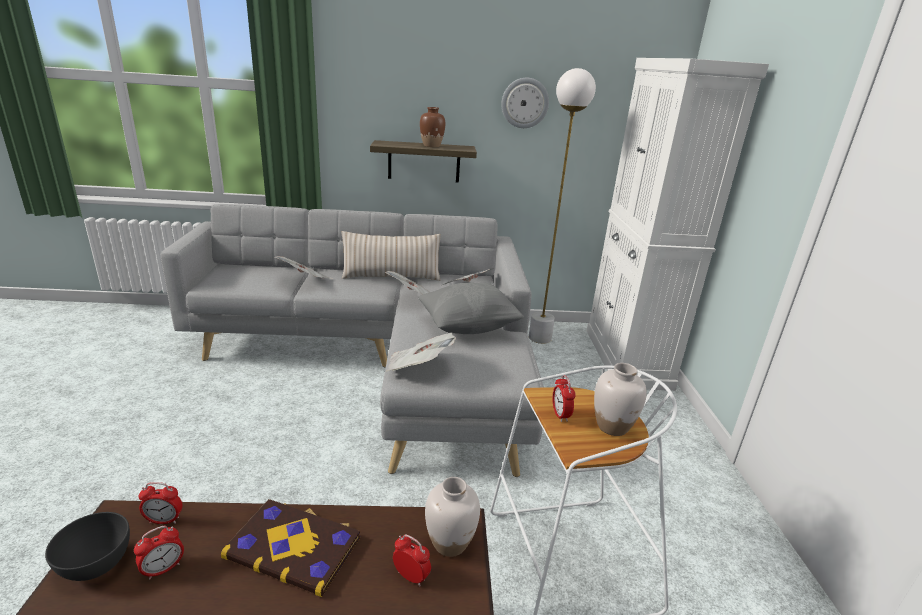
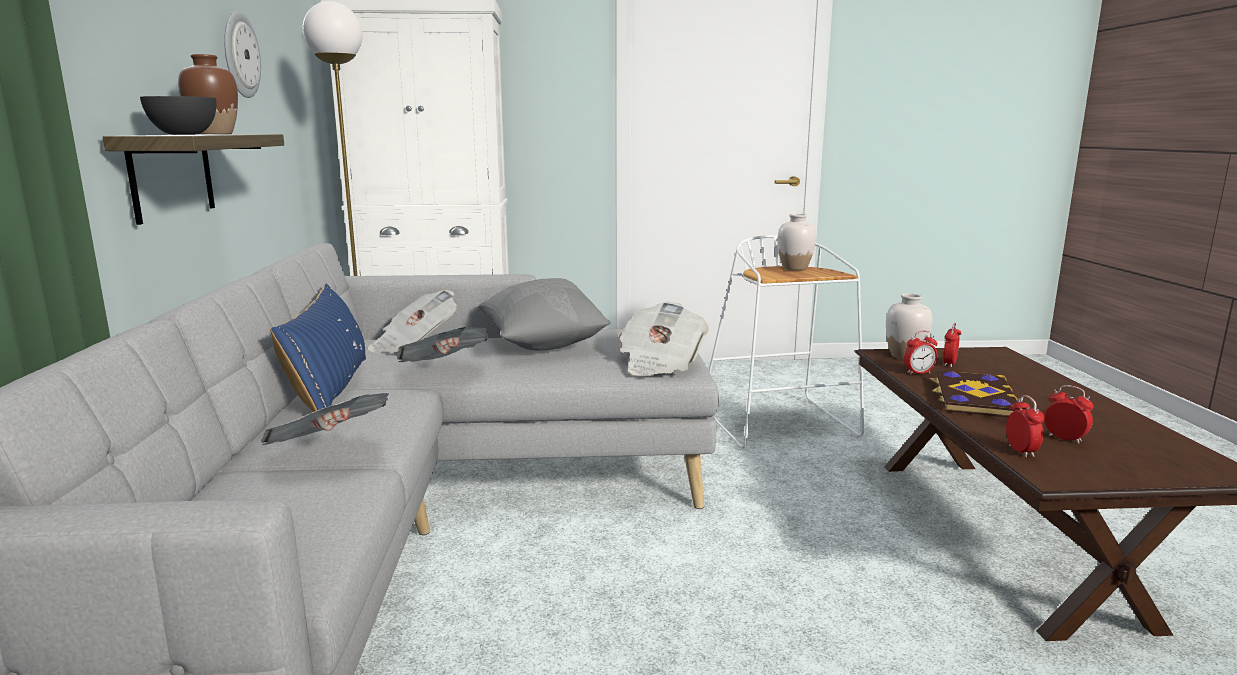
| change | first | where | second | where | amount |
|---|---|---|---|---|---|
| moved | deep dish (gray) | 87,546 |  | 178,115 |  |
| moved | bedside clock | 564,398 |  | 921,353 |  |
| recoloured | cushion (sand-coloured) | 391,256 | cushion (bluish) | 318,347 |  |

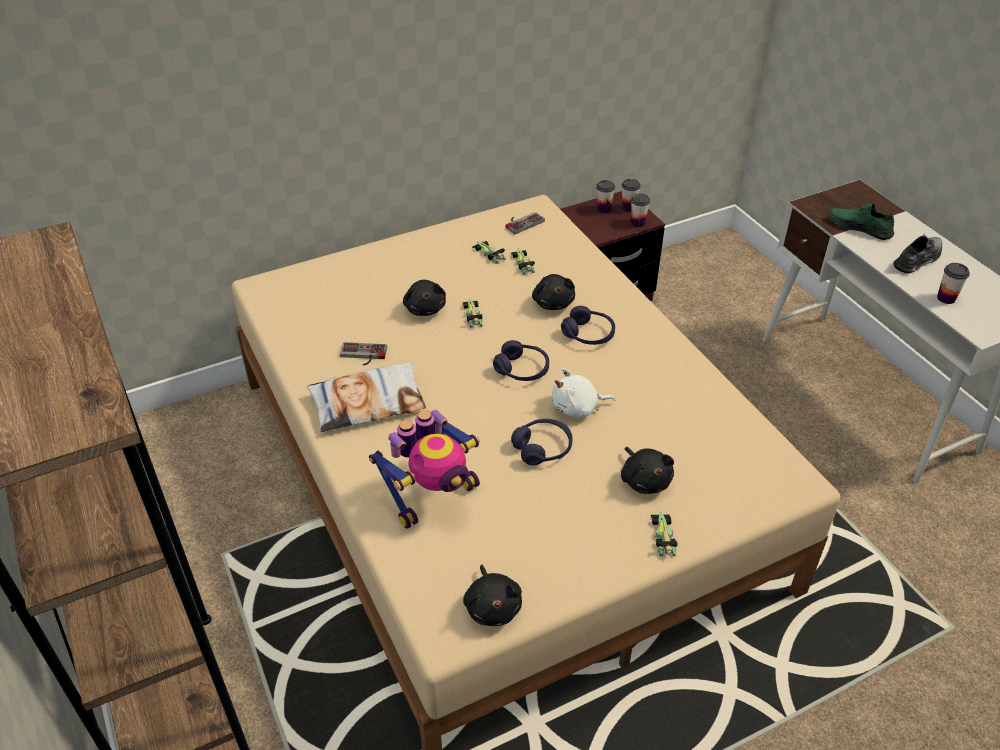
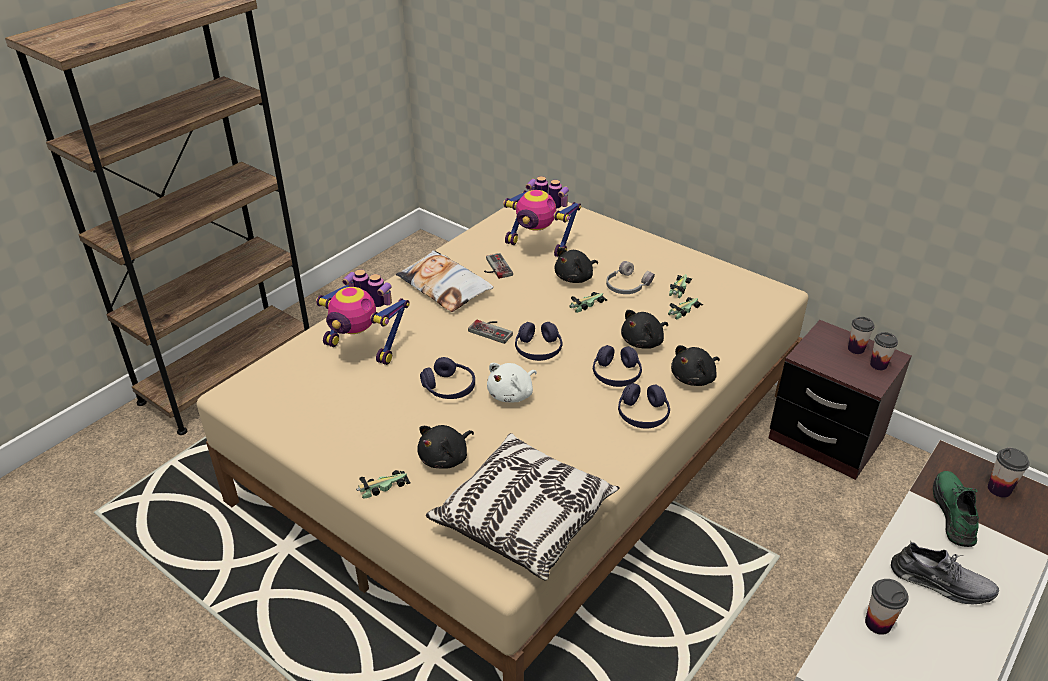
| change | first | where | second | where | amount |
|---|---|---|---|---|---|
| added |  |  | cushion | 523,506 |  |
| added |  |  | model robot | 542,216 |  |
| added |  |  | headphones (gray) | 630,277 |  |
| added |  |  | headphones (purplish) | 644,405 |  |
| moved | soft toy (black) | 492,595 |  | 695,365 |  |
| moved | gamepad | 525,223 |  | 490,332 |  |
| moved | small cup | 640,210 |  | 1009,473 |  |
| turned | soft toy (white) | 584,392 |  | 512,382 | 105 degrees counterclockwise |

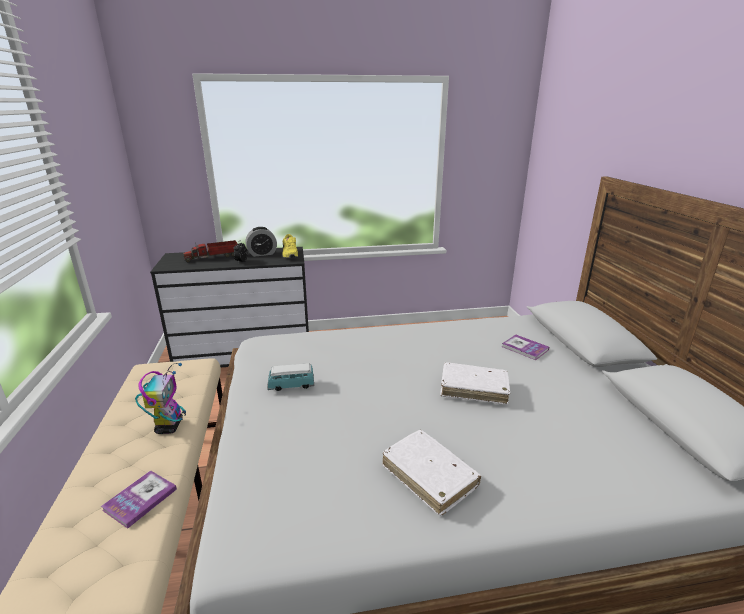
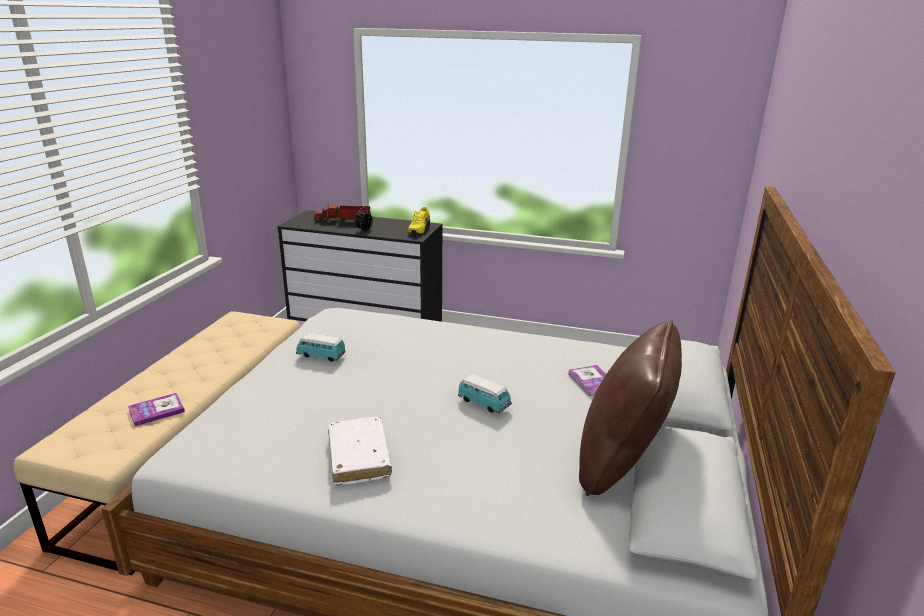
| change | first | where | second | where | amount |
|---|---|---|---|---|---|
| removed | model robot | 160,398 |  |  |  |
| removed | bedside clock | 261,242 |  |  |  |
| added |  |  | cushion (brownish) | 630,408 |  |
| replaced | bound book (white) | 475,384 | miniature car | 485,393 |  |

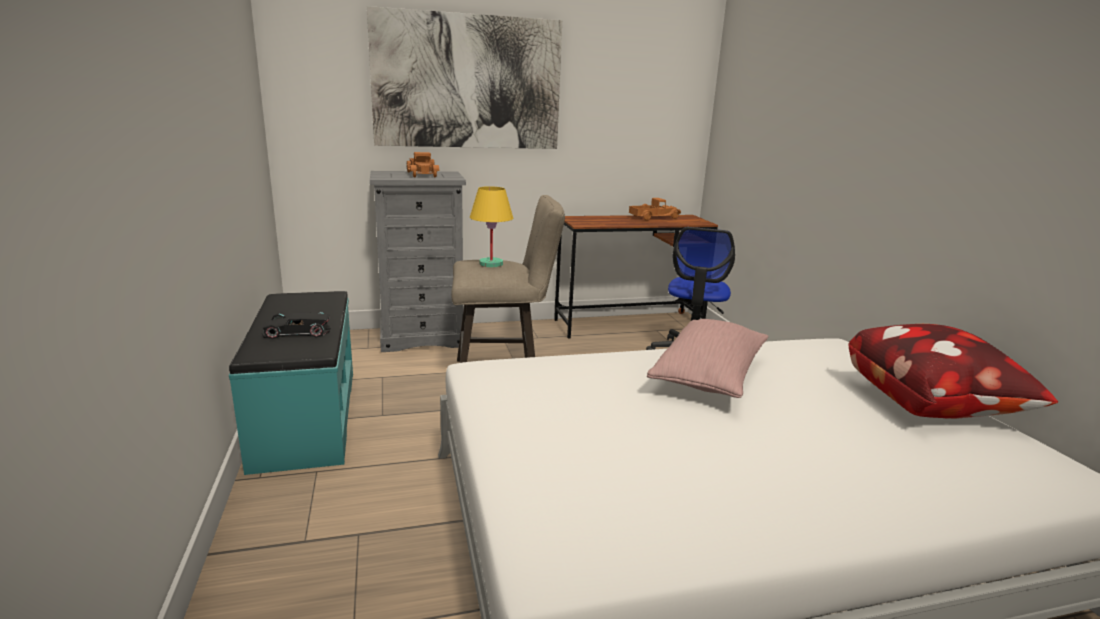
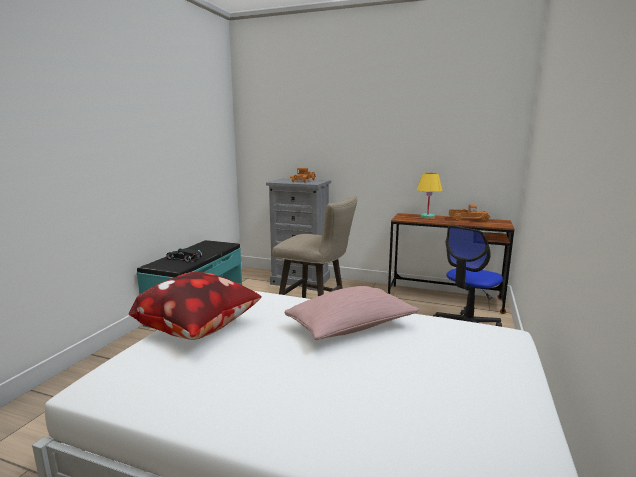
| change | first | where | second | where | amount |
|---|---|---|---|---|---|
| removed | wall picture | 464,77 |  |  |  |
| moved | table lamp (yellowish) | 491,226 |  | 429,196 |  |
| moved | cushion | 953,371 |  | 195,306 |  |

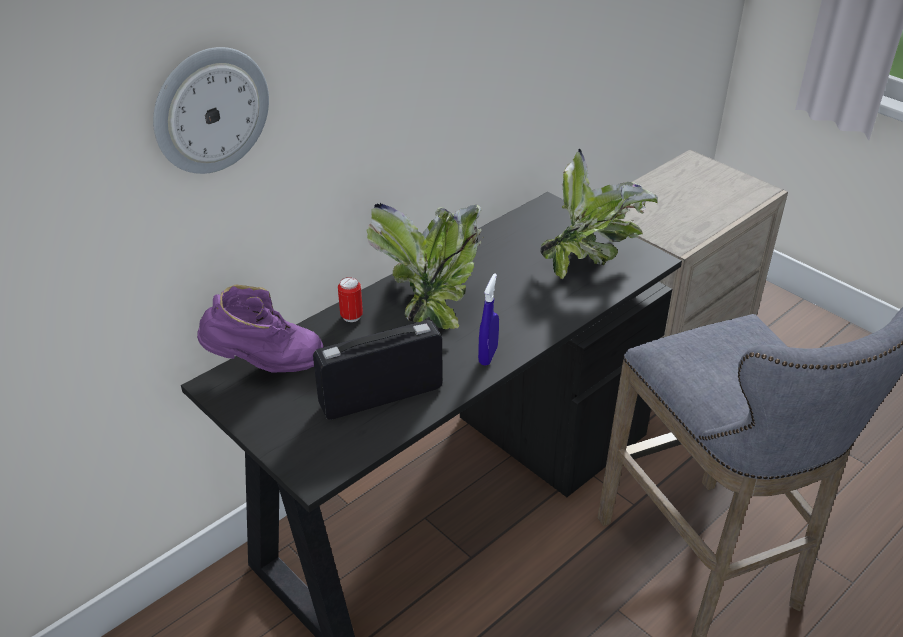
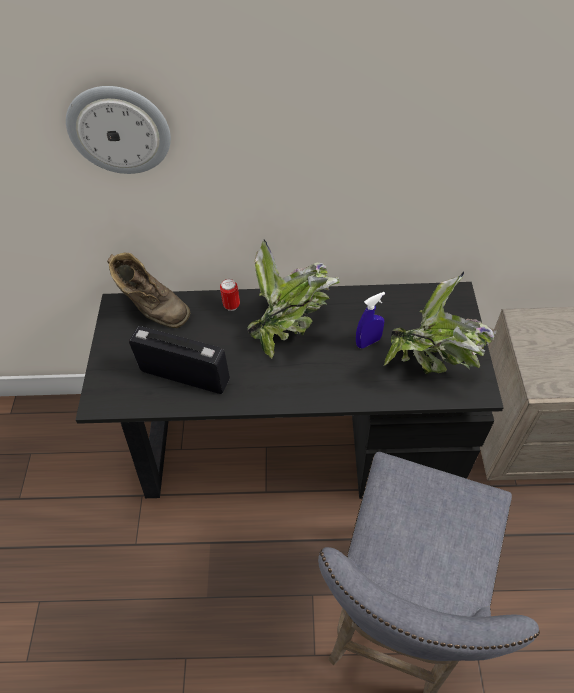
| change | first | where | second | where | amount |
|---|---|---|---|---|---|
| moved | sprayer (bluish) | 488,319 |  | 370,320 |  |
| recoloured | high-top boot (purplish) | 260,329 | high-top boot (brownish) | 148,290 |  |

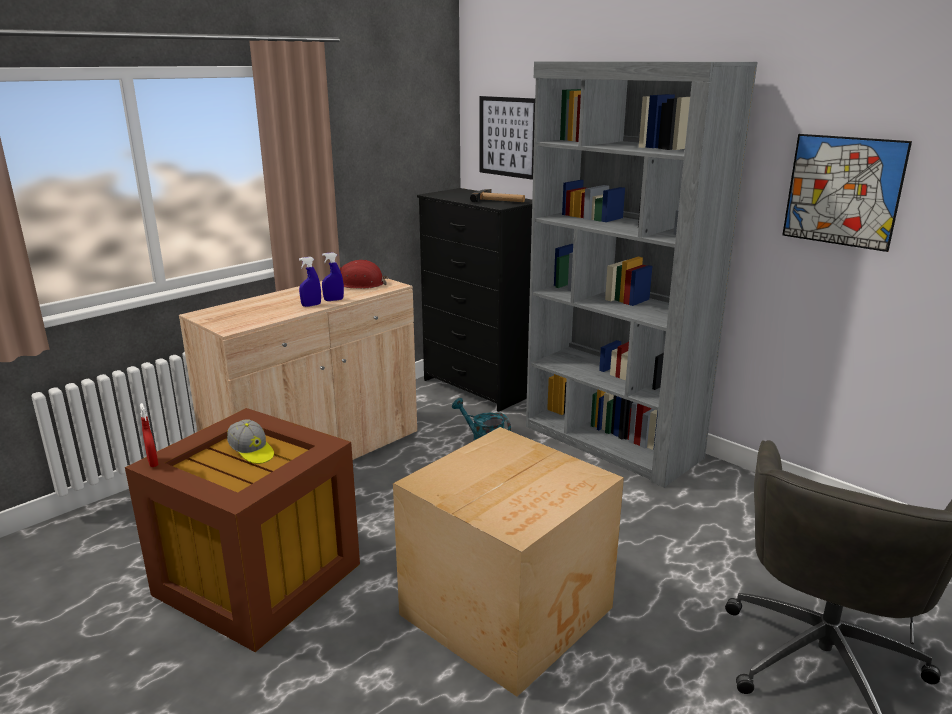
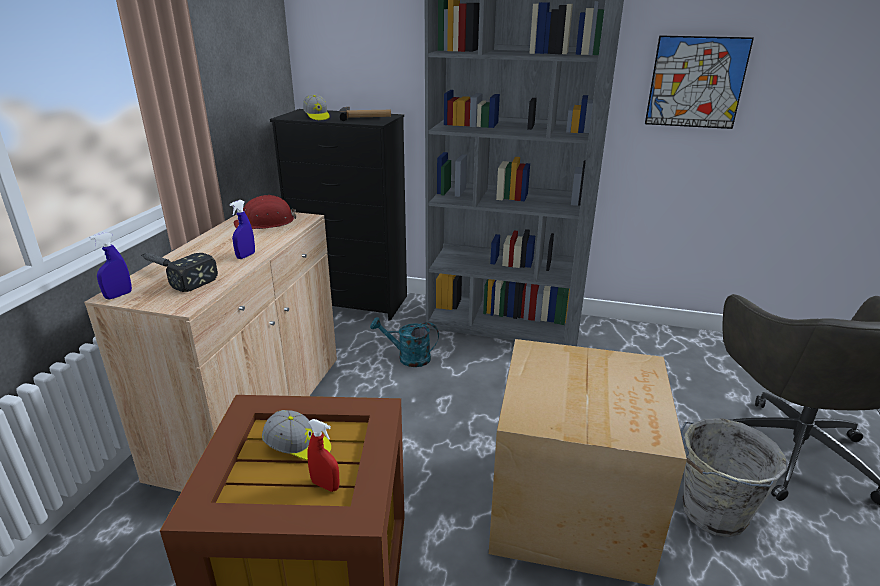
| change | first | where | second | where | amount |
|---|---|---|---|---|---|
| removed | wall picture | 507,138 |  |  |  |
| added |  |  | hand hammer | 179,272 |  |
| added |  |  | baseball cap | 316,107 |  |
| added |  |  | bucket (gray) | 733,477 |  |
| moved | sprayer (red-coloured) | 149,435 |  | 323,455 |  |
| moved | sprayer (bluish) | 333,276 |  | 110,266 |  |

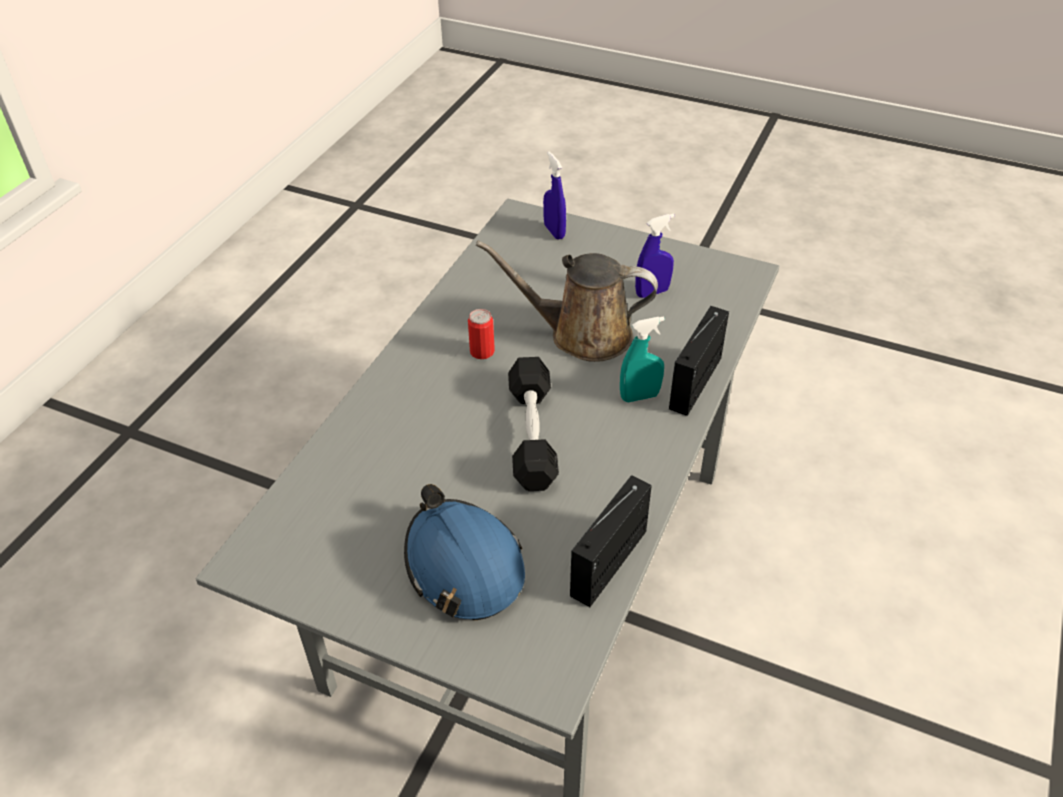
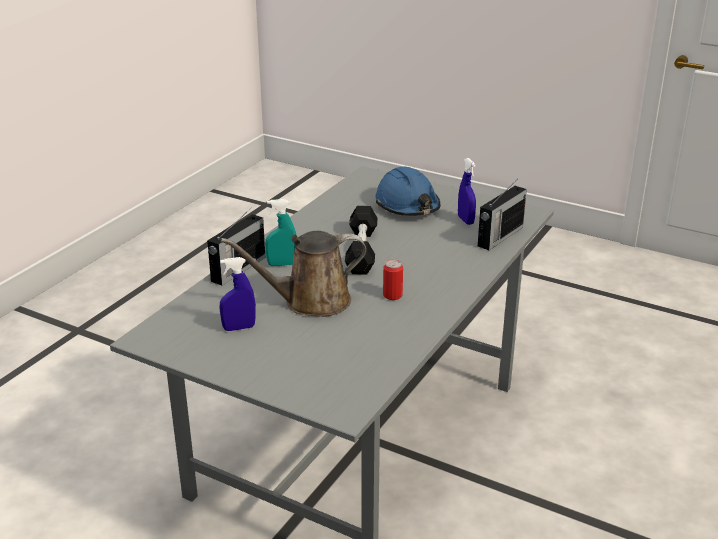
| change | first | where | second | where | amount |
|---|---|---|---|---|---|
| moved | sprayer (bluish) | 554,195 |  | 467,191 |  |
| moved | radio set | 611,541 |  | 502,215 |  |
| turned | sprinkling can (brownish) | 567,301 |  | 293,274 | 150 degrees clockwise |

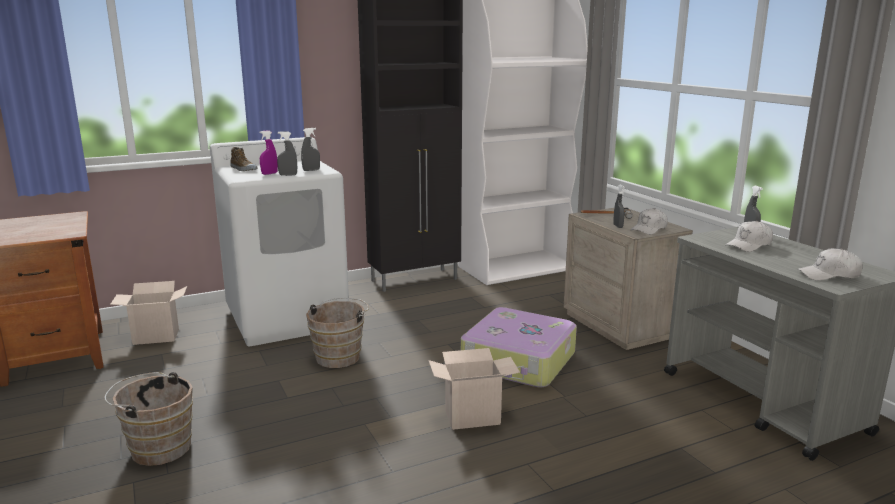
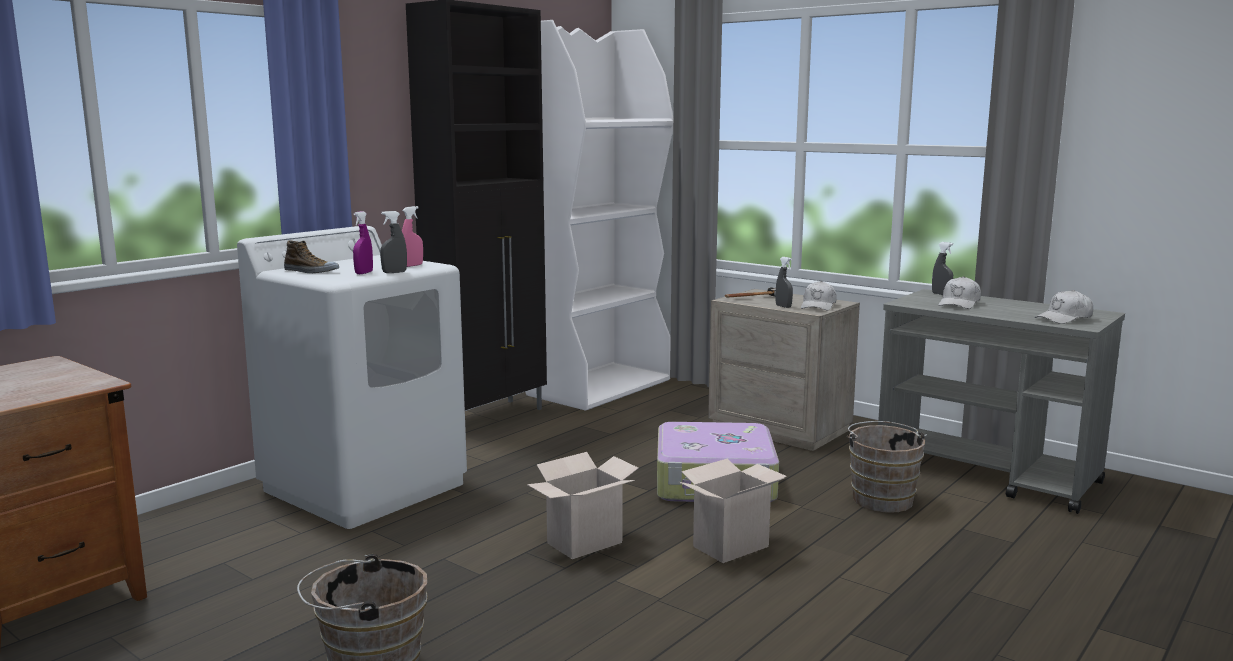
| change | first | where | second | where | amount |
|---|---|---|---|---|---|
| moved | packing box | 148,313 |  | 582,505 |  |
| moved | bucket (brownish) | 337,333 |  | 886,467 |  |
| recoloured | sprayer (gray) | 310,149 | sprayer (pinkish) | 412,236 |  |

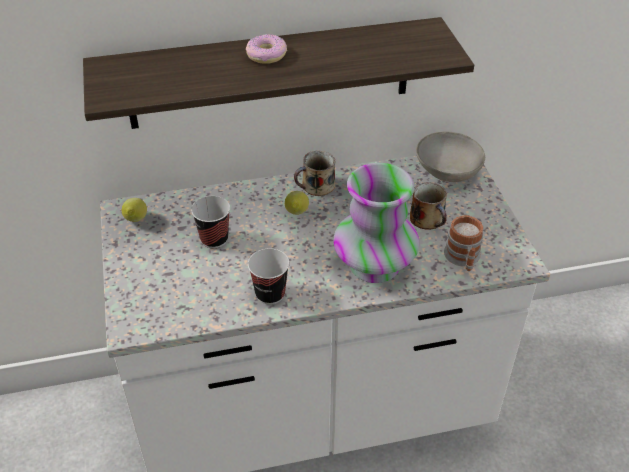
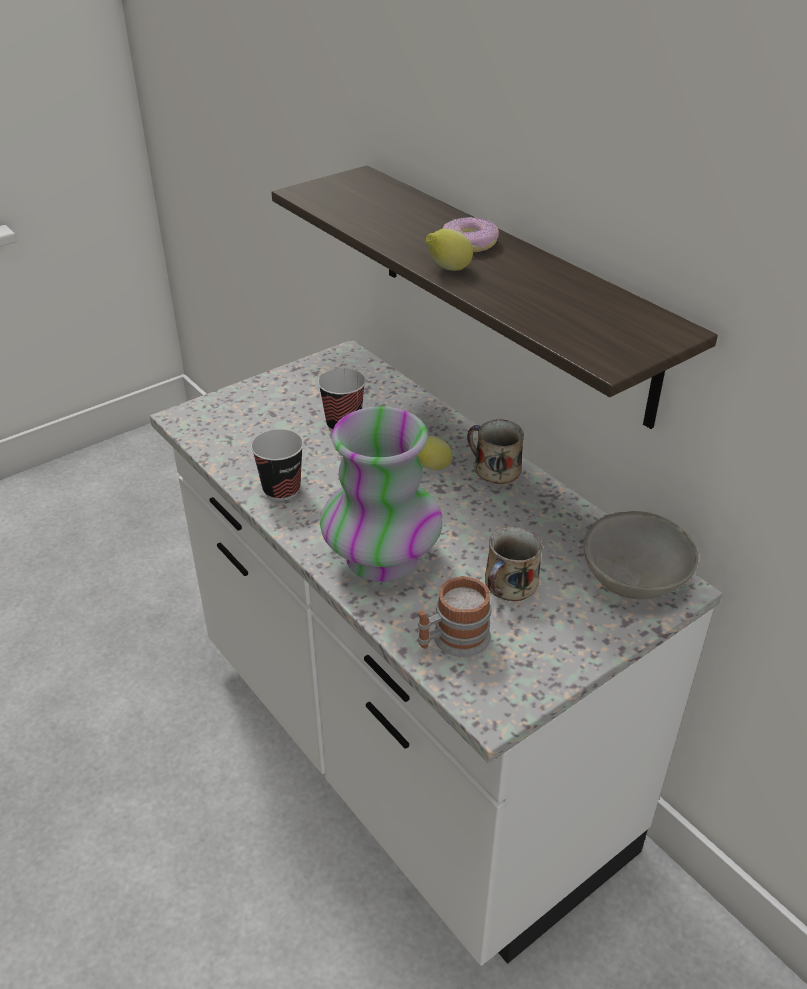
| change | first | where | second | where | amount |
|---|---|---|---|---|---|
| moved | citrus fruit | 134,210 |  | 449,249 |  |

